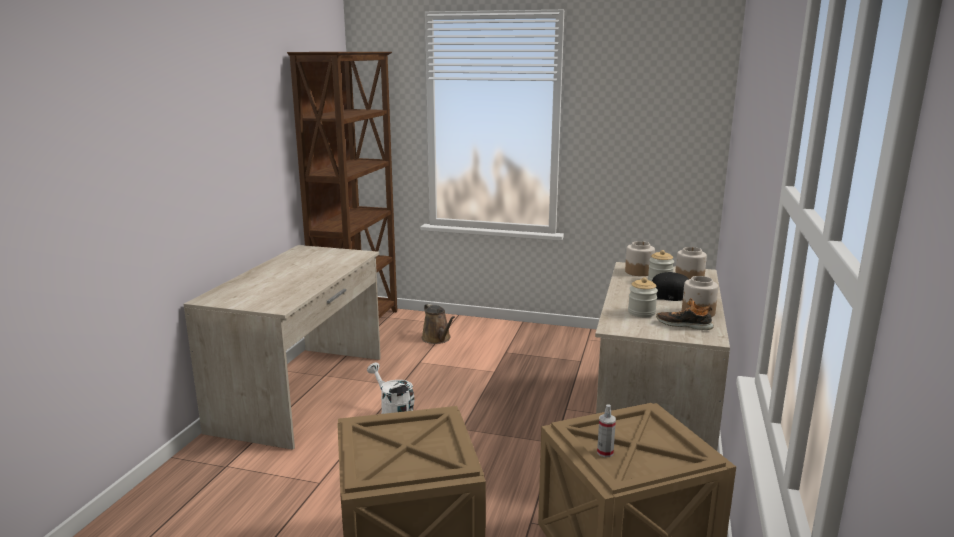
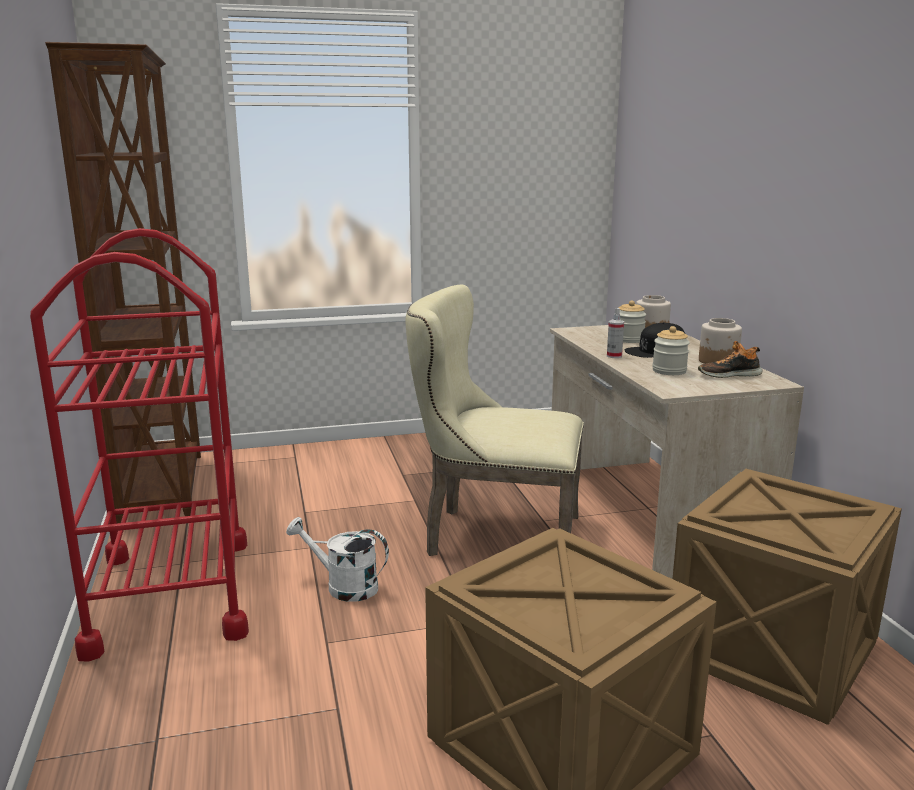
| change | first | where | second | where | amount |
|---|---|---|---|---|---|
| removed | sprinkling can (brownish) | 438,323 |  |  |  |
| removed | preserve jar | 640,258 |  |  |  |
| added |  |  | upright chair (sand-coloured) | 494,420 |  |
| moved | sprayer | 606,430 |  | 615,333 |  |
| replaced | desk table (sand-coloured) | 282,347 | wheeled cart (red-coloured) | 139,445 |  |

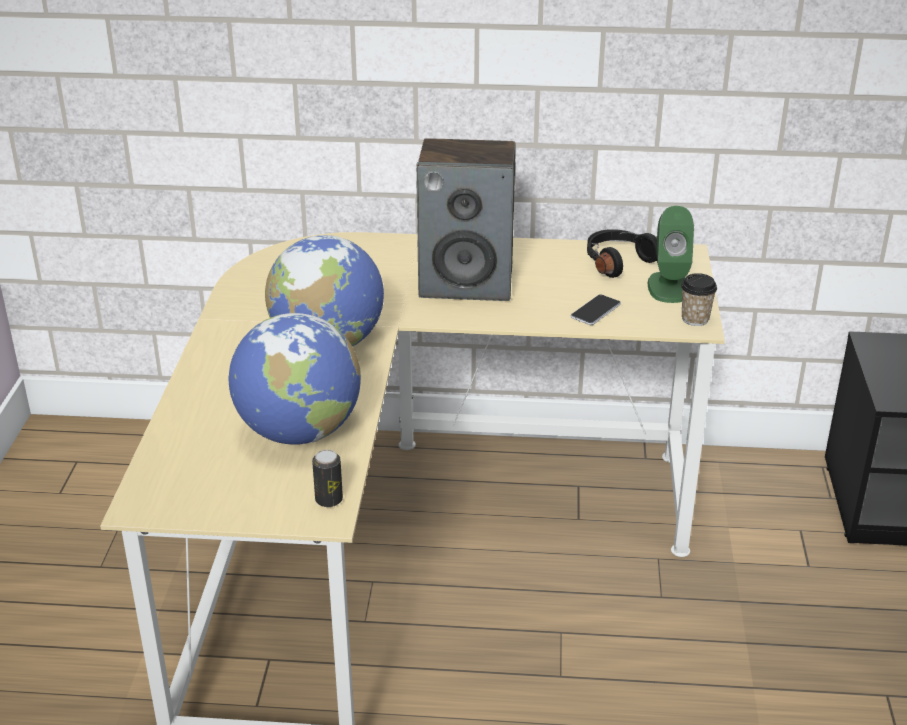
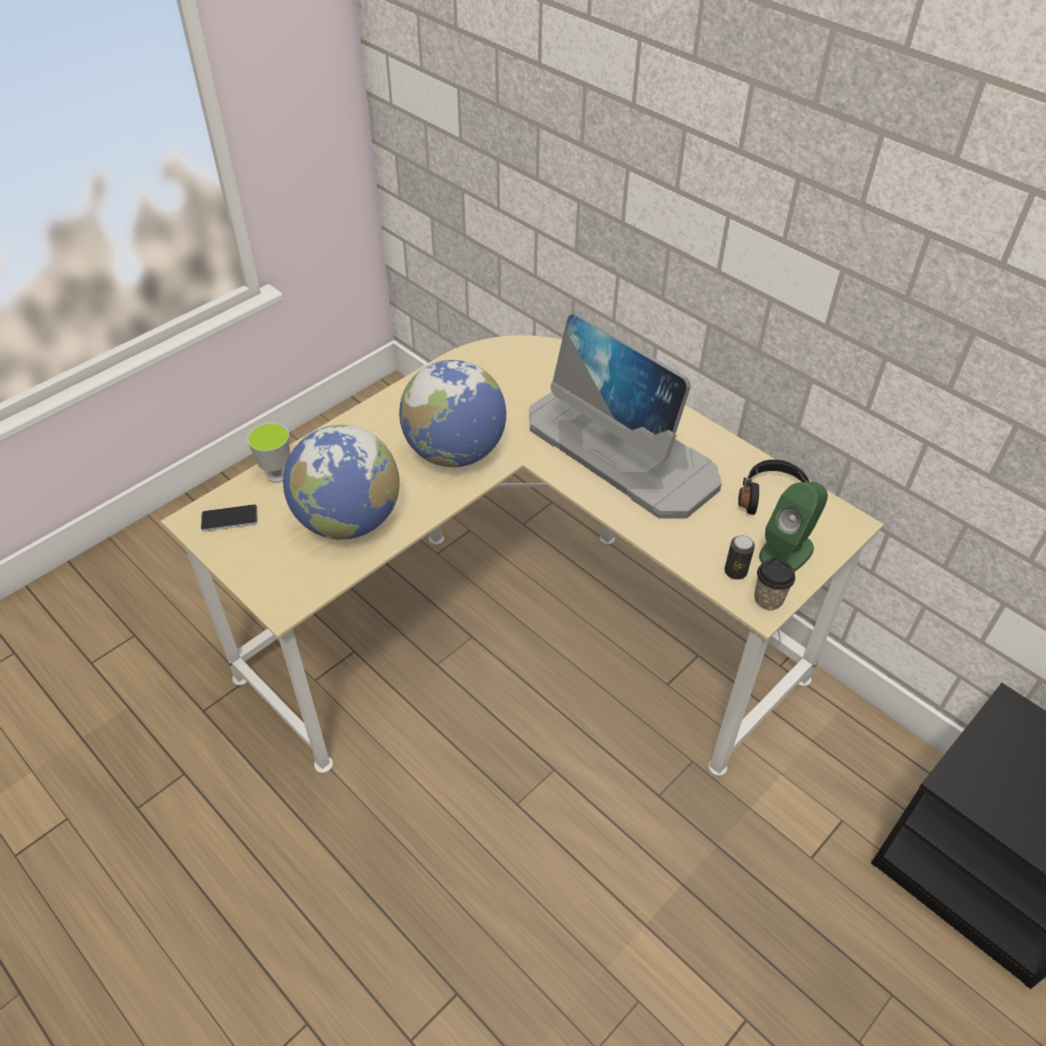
| change | first | where | second | where | amount |
|---|---|---|---|---|---|
| added |  |  | small cup | 268,453 |  |
| moved | metal can | 327,478 |  | 739,557 |  |
| moved | handset | 596,309 |  | 229,518 |  |
| replaced | speaker | 466,219 | monitor | 626,416 |  |

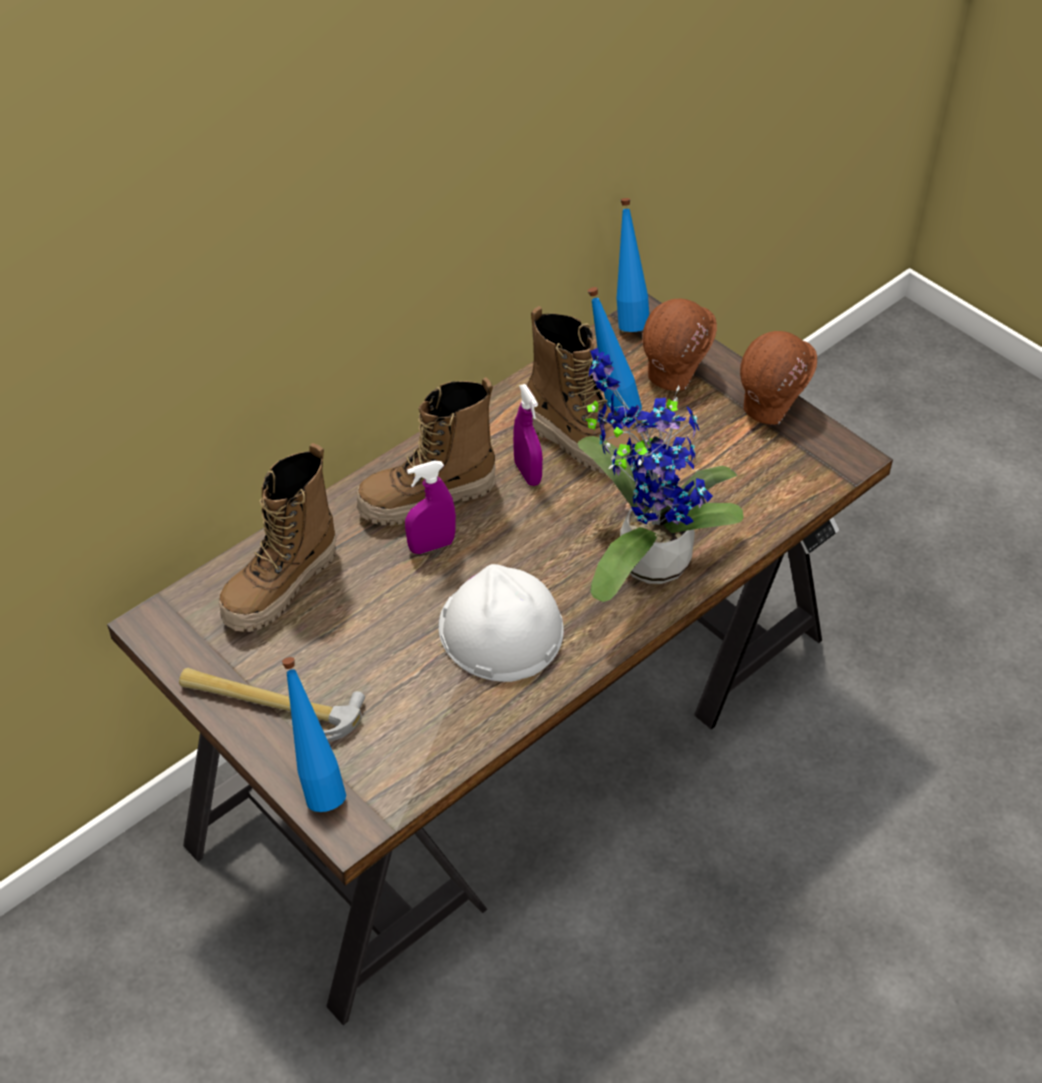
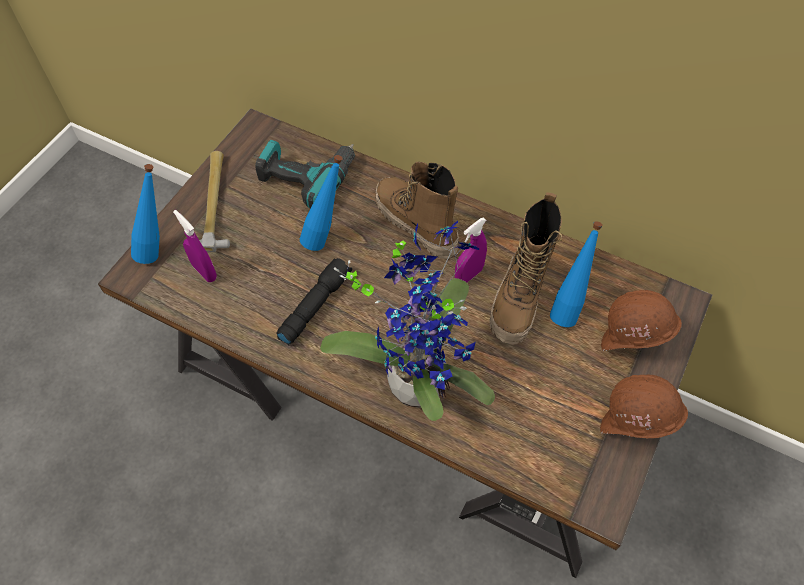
| change | first | where | second | where | amount |
|---|---|---|---|---|---|
| moved | sprayer (purplish) | 430,507 |  | 195,246 |  |
| moved | bottle (bluish) | 633,265 |  | 321,203 |  |
| replaced | high-top boot | 278,537 | drill | 305,174 |  |
| replaced | work helmet (white) | 501,623 | torch (black) | 314,301 |  |

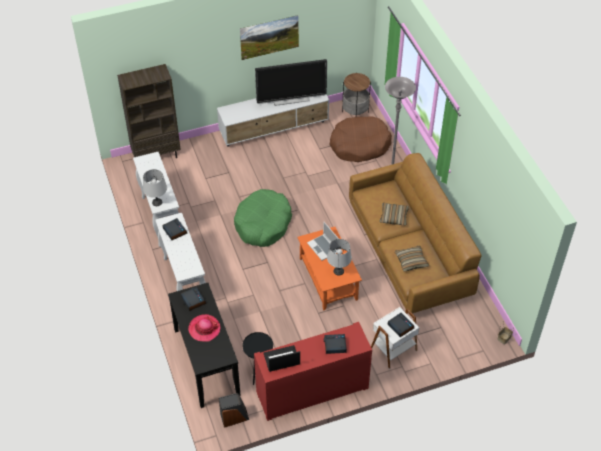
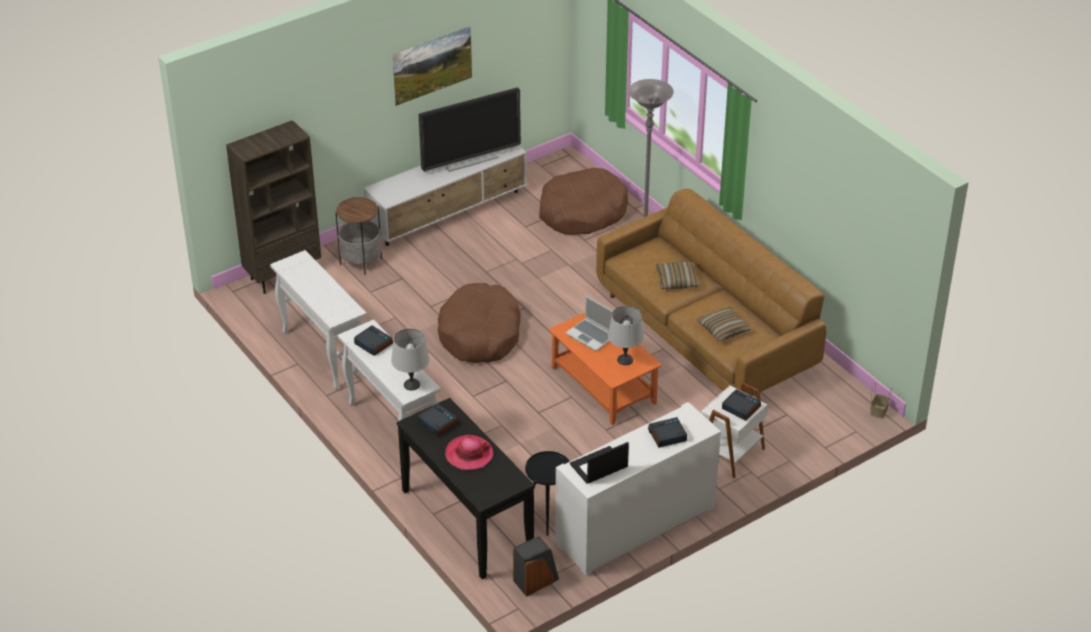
| change | first | where | second | where | amount |
|---|---|---|---|---|---|
| moved | table lamp (gray) | 155,187 |  | 410,360 |  |
| moved | side table | 356,94 |  | 359,236 |  |
| recoloured | dog bed (green-coloured) | 263,218 | dog bed (brownish) | 479,323 |  |
| recoloured | storage cabinet (red-coloured) | 313,371 | storage cabinet (white) | 638,489 |  |

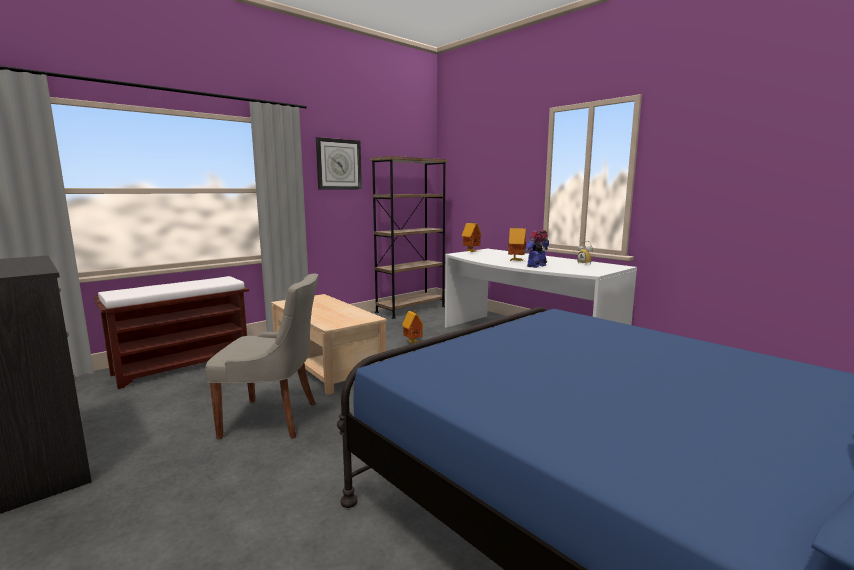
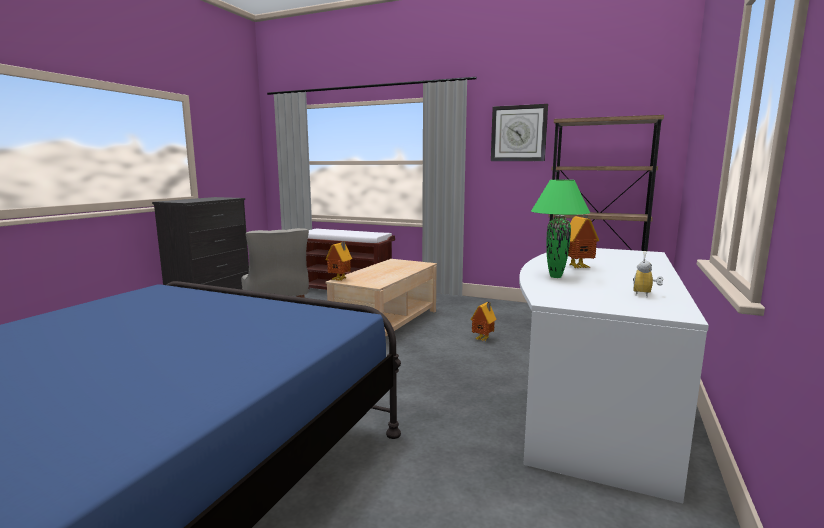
| change | first | where | second | where | amount |
|---|---|---|---|---|---|
| moved | toy house | 472,237 |  | 339,261 |  |
| replaced | model robot | 536,249 | table lamp (green-coloured) | 560,229 |  |

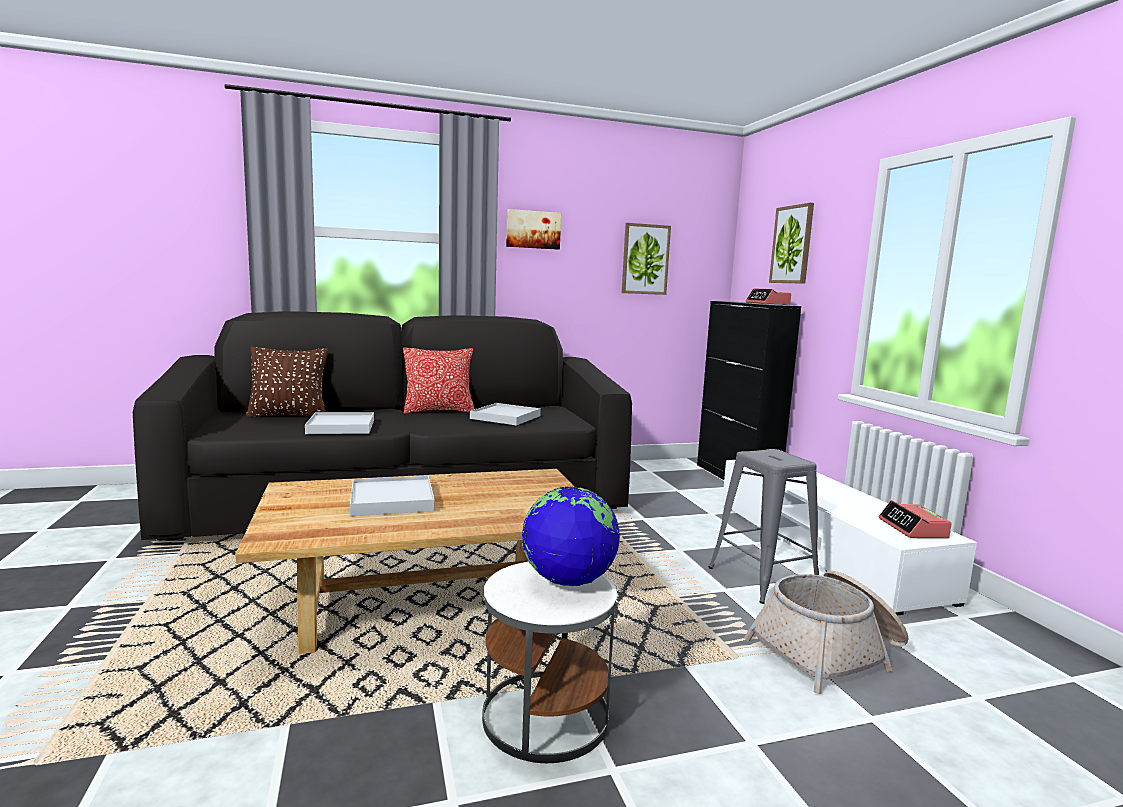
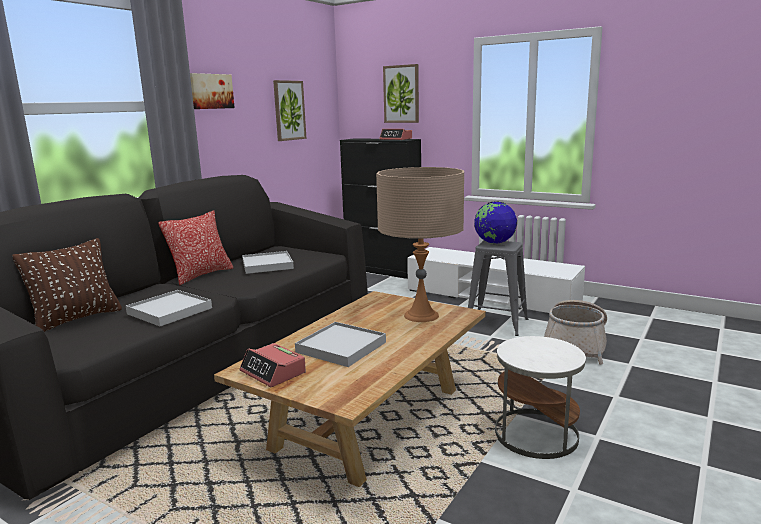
| change | first | where | second | where | amount |
|---|---|---|---|---|---|
| added |  |  | table lamp (sand-coloured) | 420,244 |  |
| moved | world globe | 571,536 |  | 495,222 |  |
| moved | bedside clock | 915,519 |  | 272,365 |  |

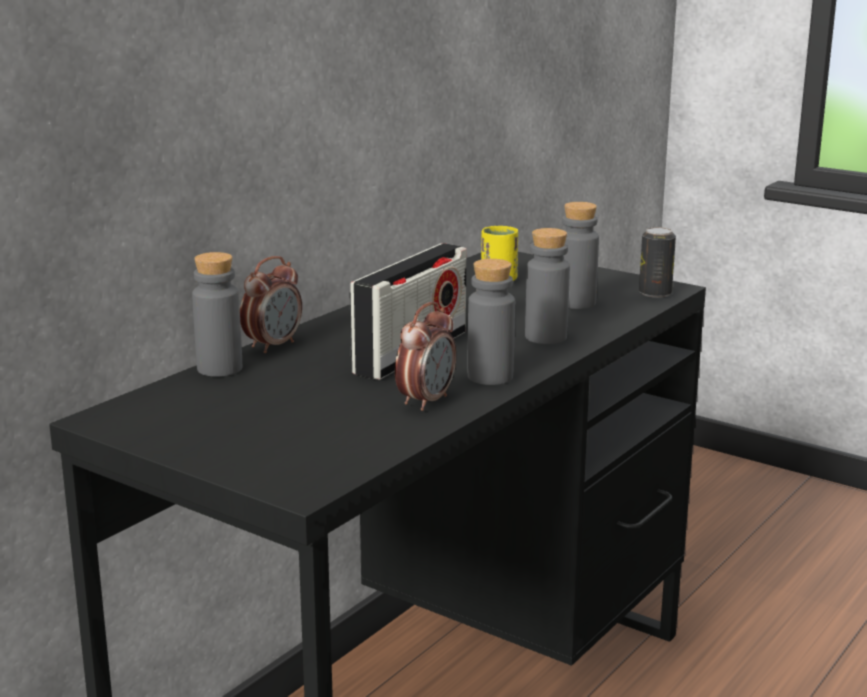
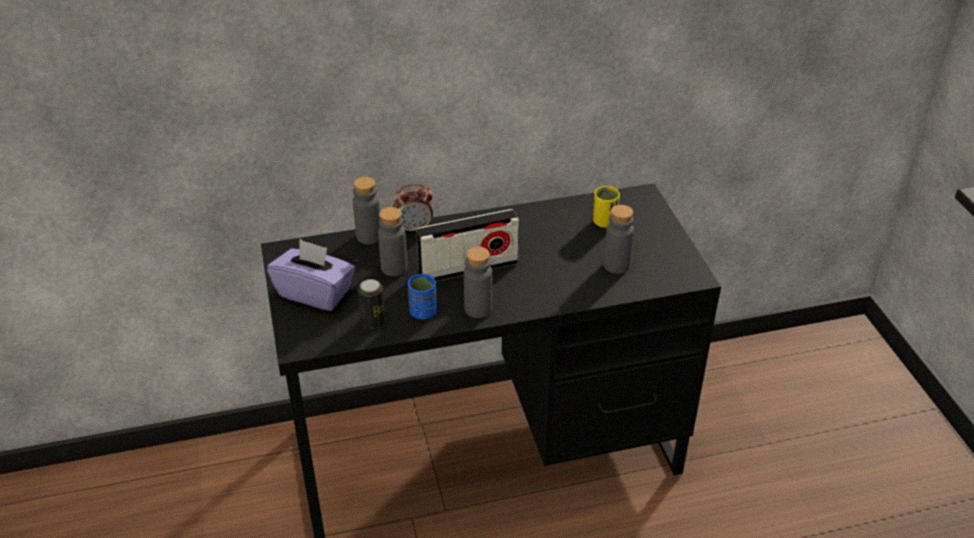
| change | first | where | second | where | amount |
|---|---|---|---|---|---|
| added |  |  | tissue box (purplish) | 311,275 |  |
| moved | bottle (gray) | 547,286 |  | 393,241 |  |
| moved | metal can | 657,262 |  | 371,304 |  |
| replaced | bedside clock | 425,356 | small cup (bluish) | 422,296 |  |

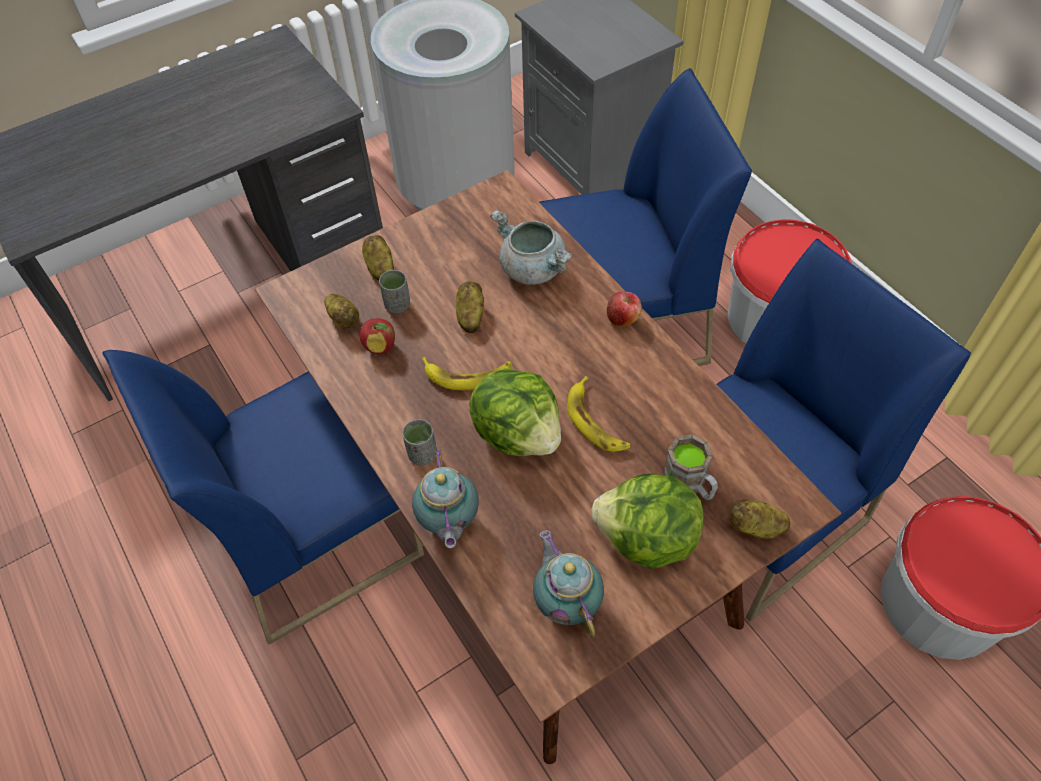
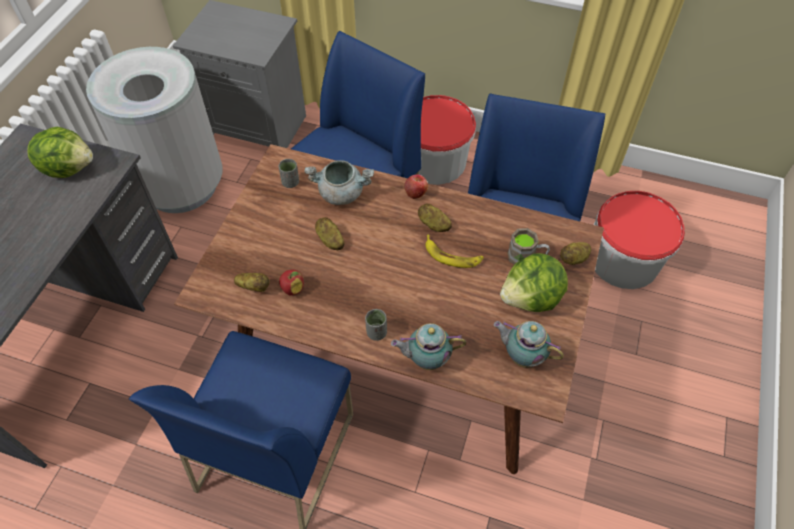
| change | first | where | second | where | amount |
|---|---|---|---|---|---|
| removed | banana fruit | 467,373 |  |  |  |
| moved | spud | 378,258 |  | 435,218 |  |
| moved | small cup (gray) | 394,291 |  | 289,173 |  |
| moved | lettuce head | 515,412 |  | 60,152 |  |
| turned | tea pot | 445,498 |  | 428,346 | 135 degrees clockwise |

